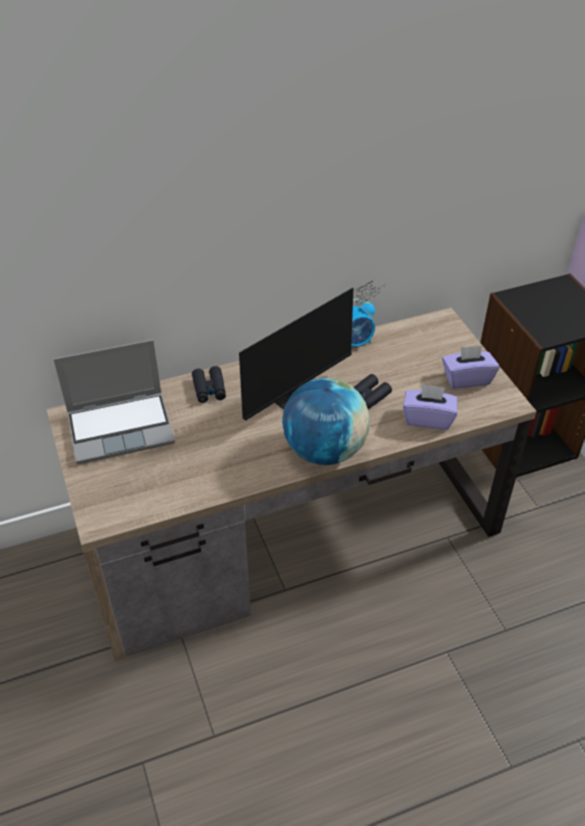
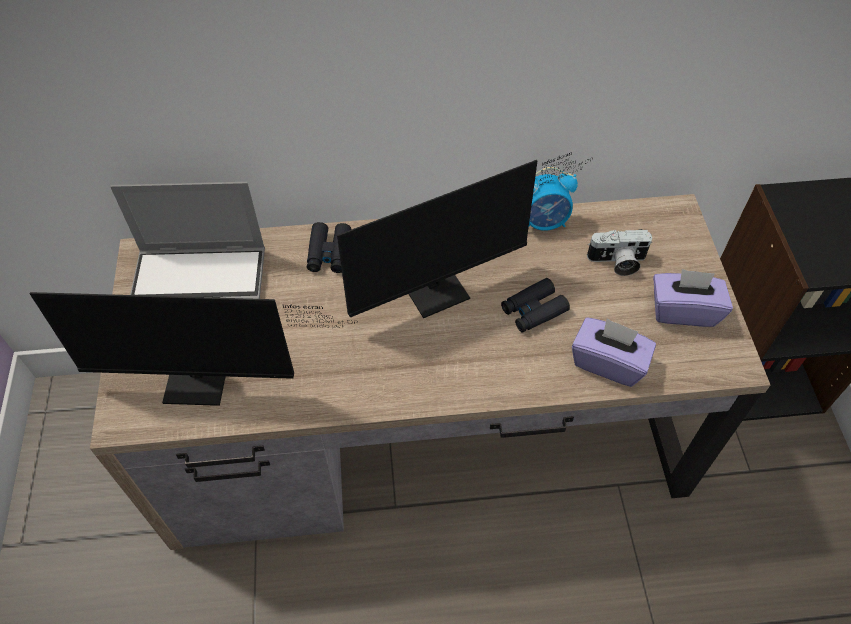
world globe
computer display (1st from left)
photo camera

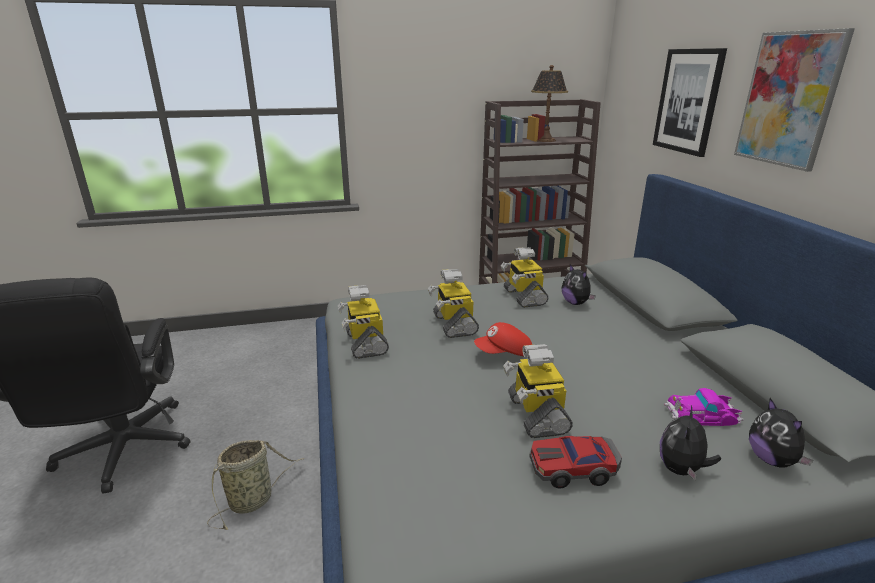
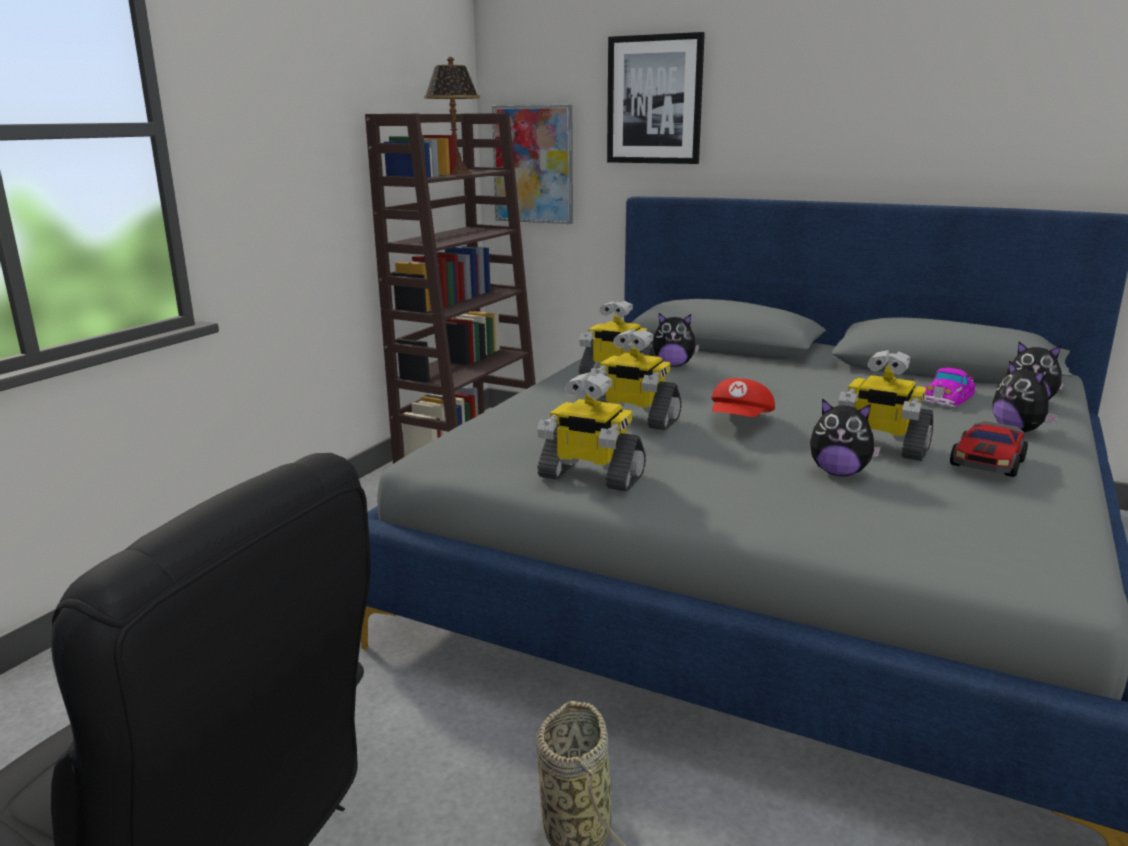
plush toy (2nd from left)
wall art (1st from left)

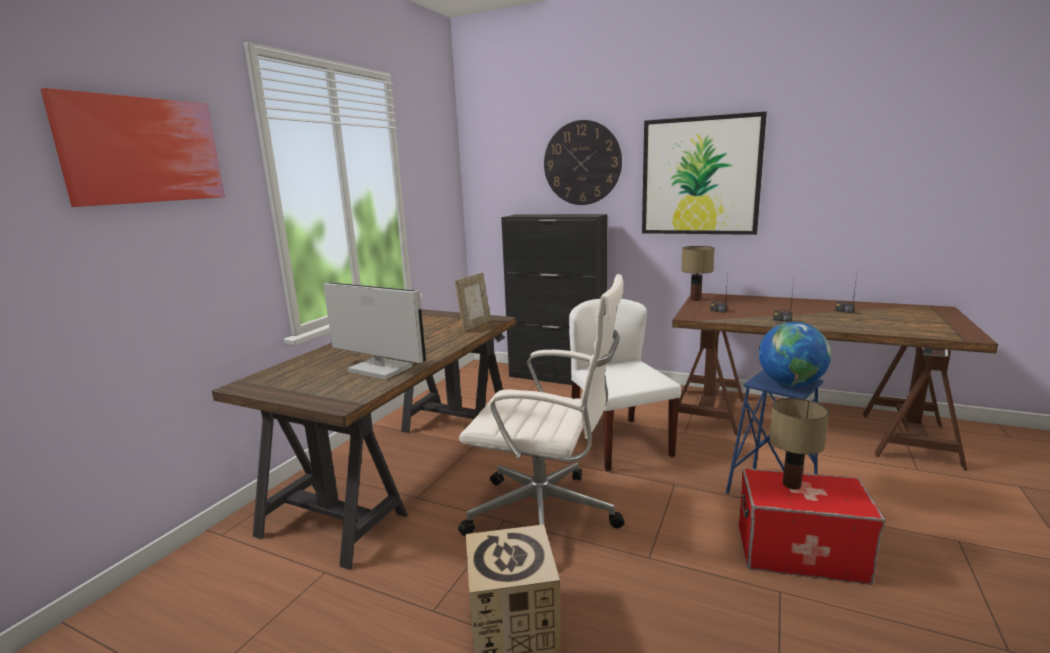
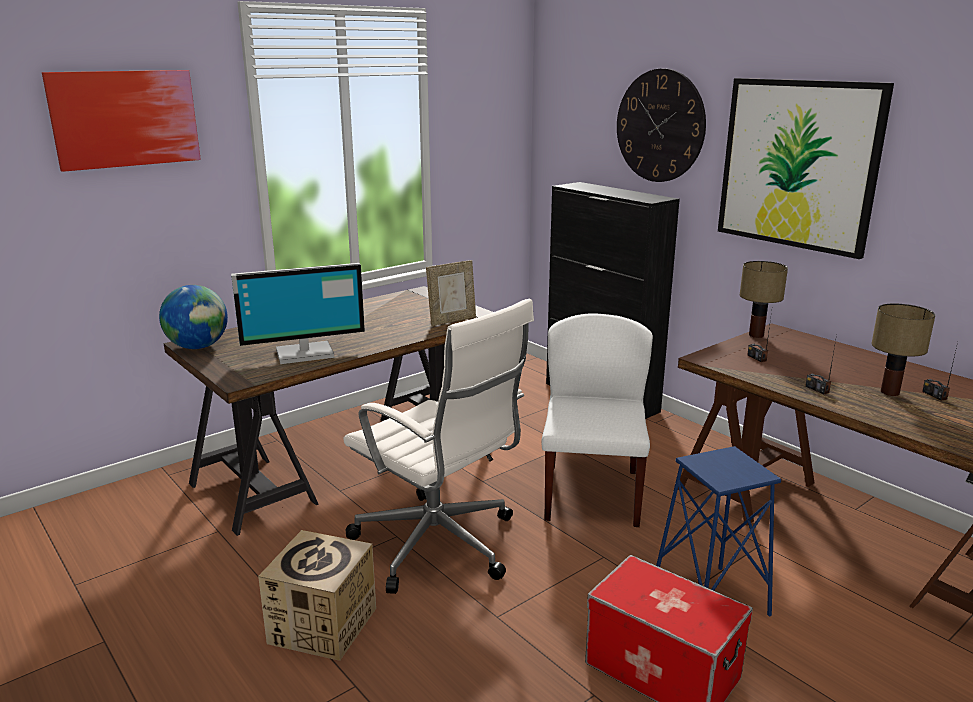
world globe
lamp for a table (2nd from left)
computer display

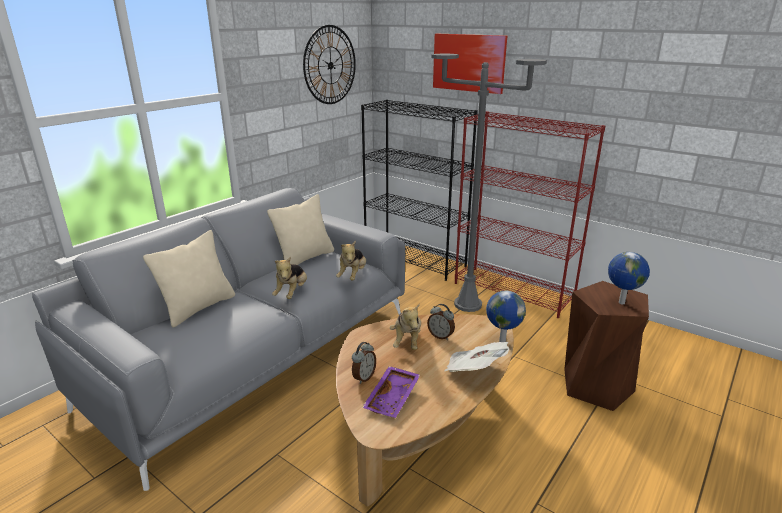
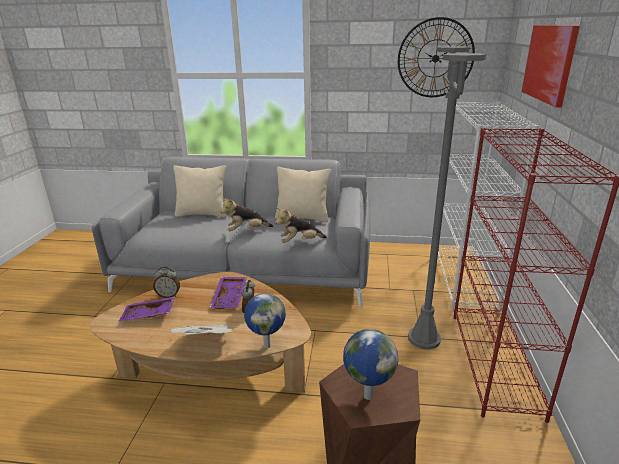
tray (purple-coloured) (2nd from left)
bookshelf (whitish)

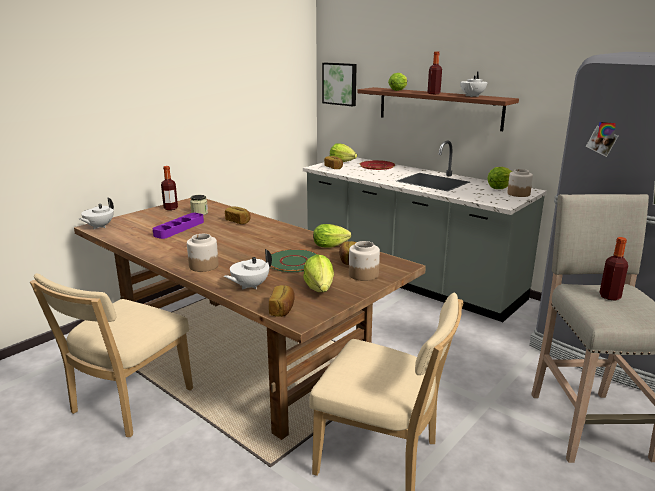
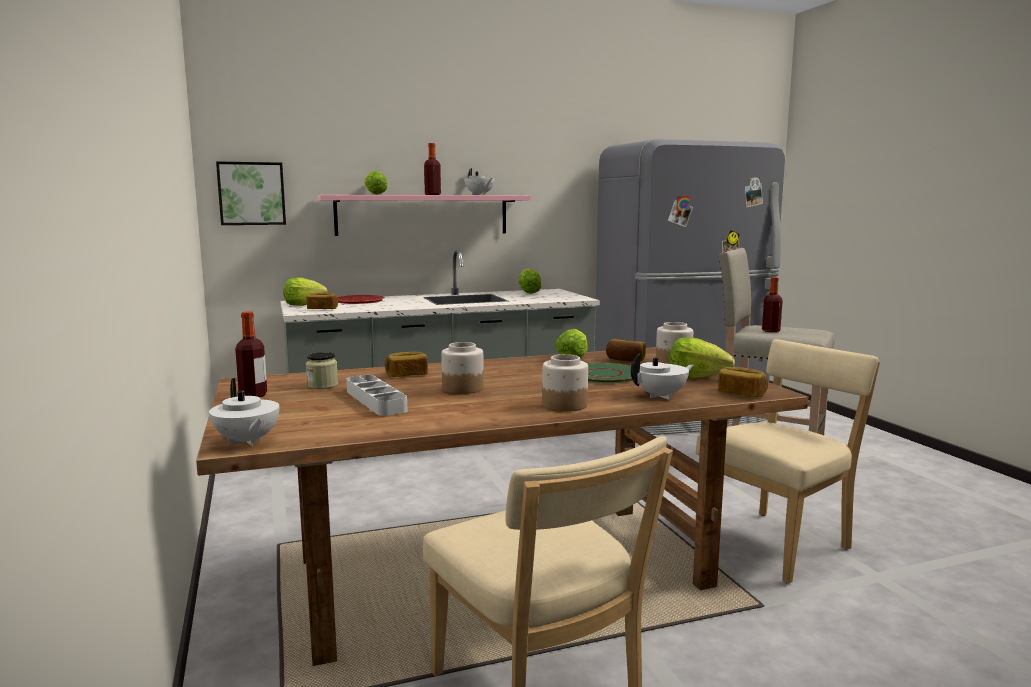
preserve jar (2nd from left)
tray (gray)
wall shelf (pink)
teapot (whitish) (3rd from left)

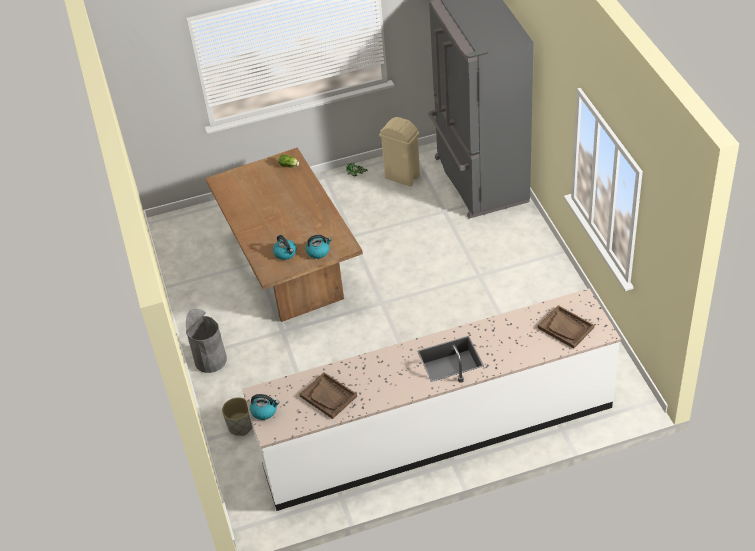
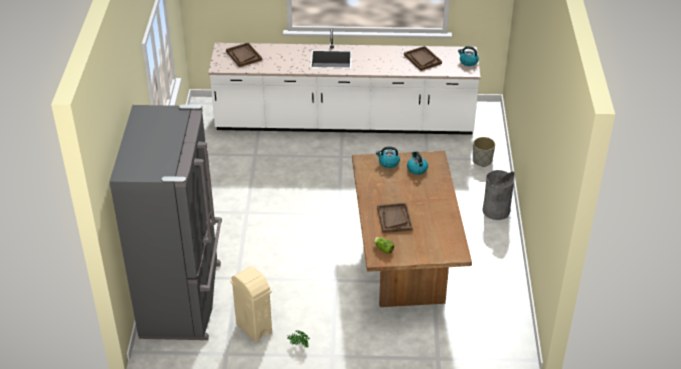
tray (brown-coloured) (2nd from left)

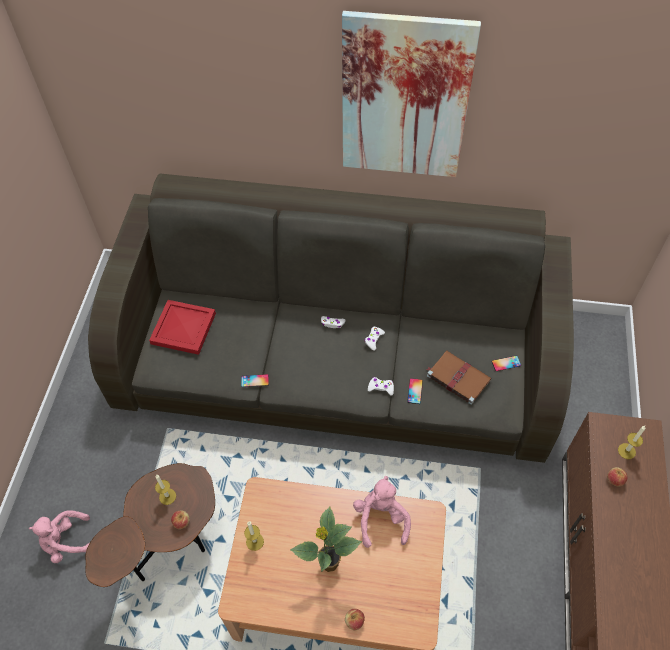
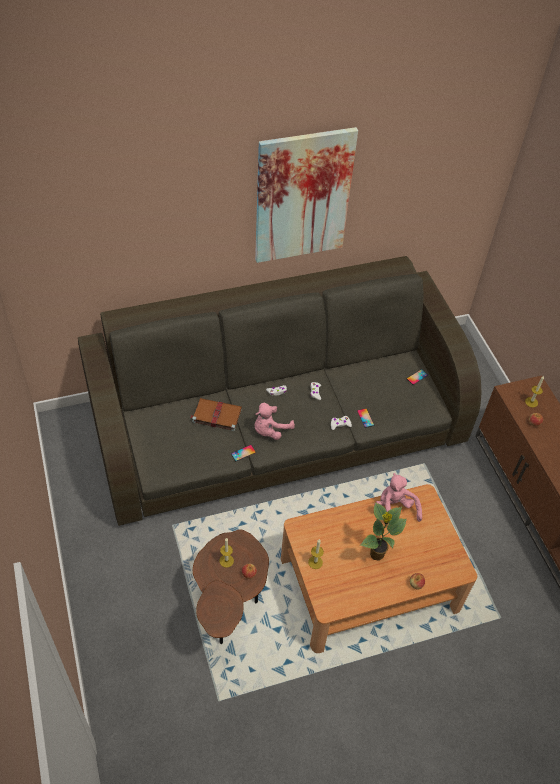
tray (red)
plush toy (pink) (1st from left)
bound book (brown-coloured)

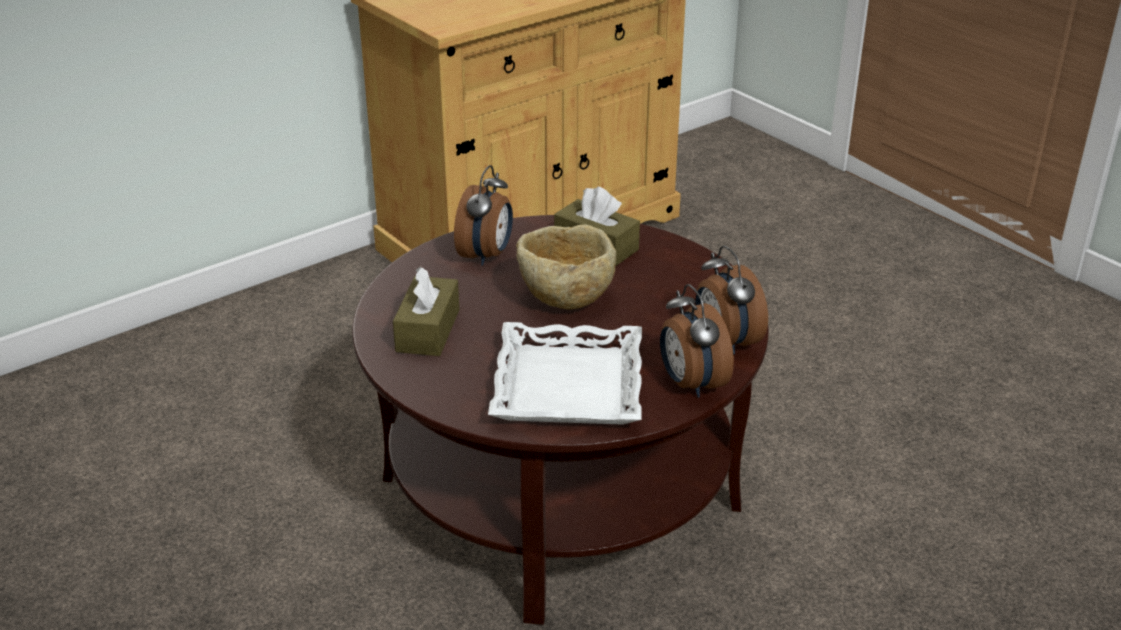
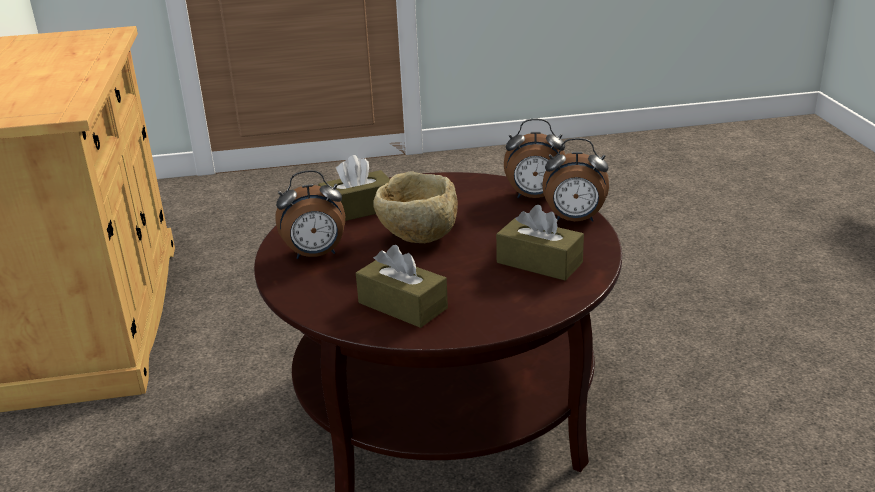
tissue holder (brown-coloured) (3rd from left)
bedside clock (1st from left)

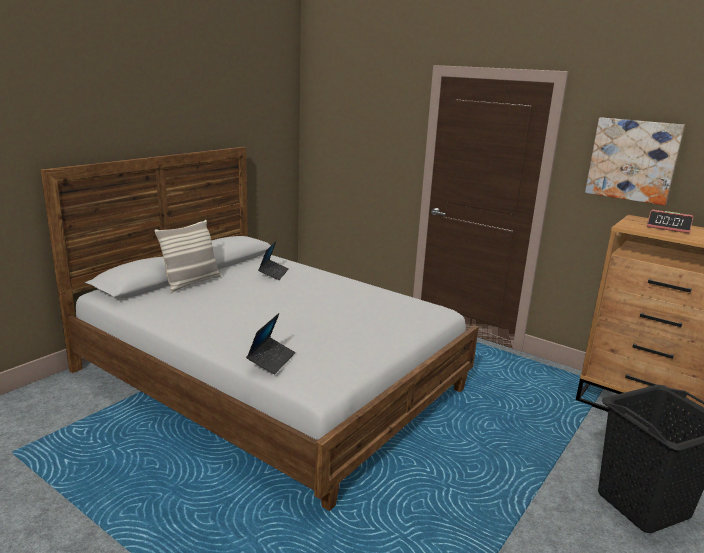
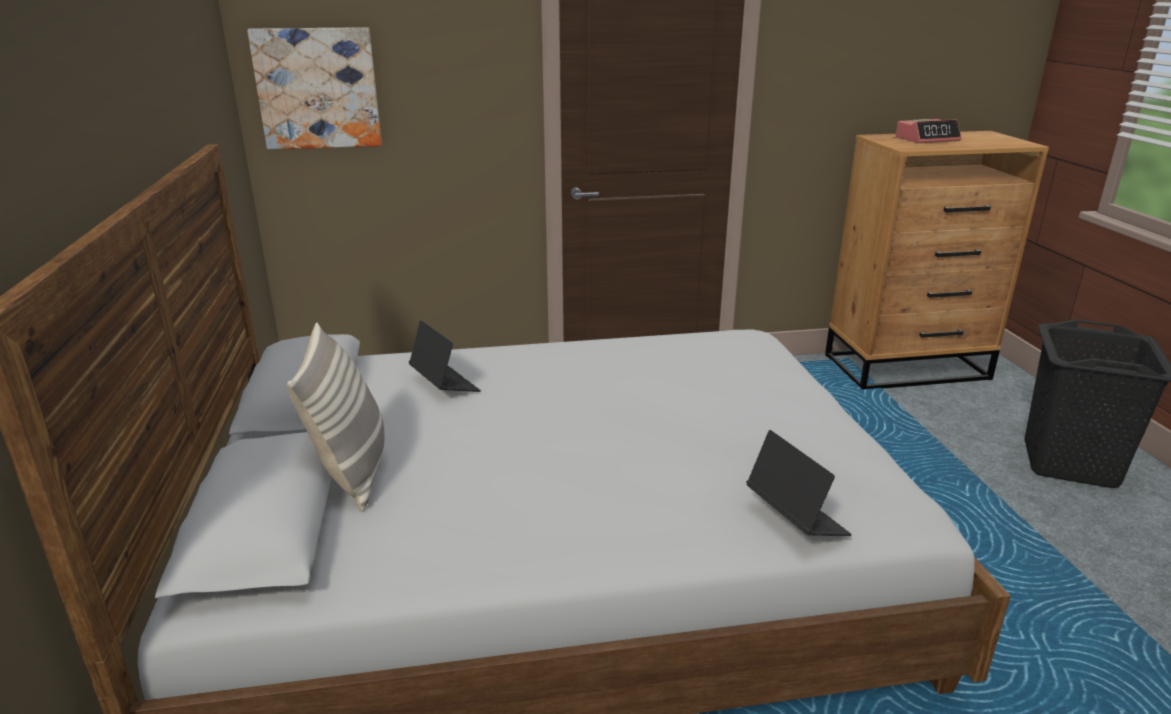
wall art

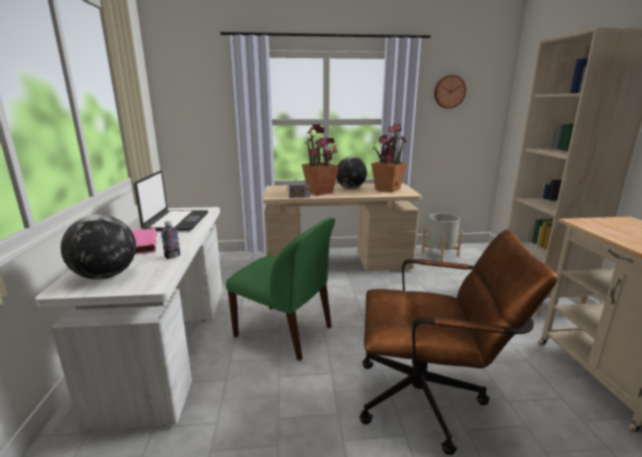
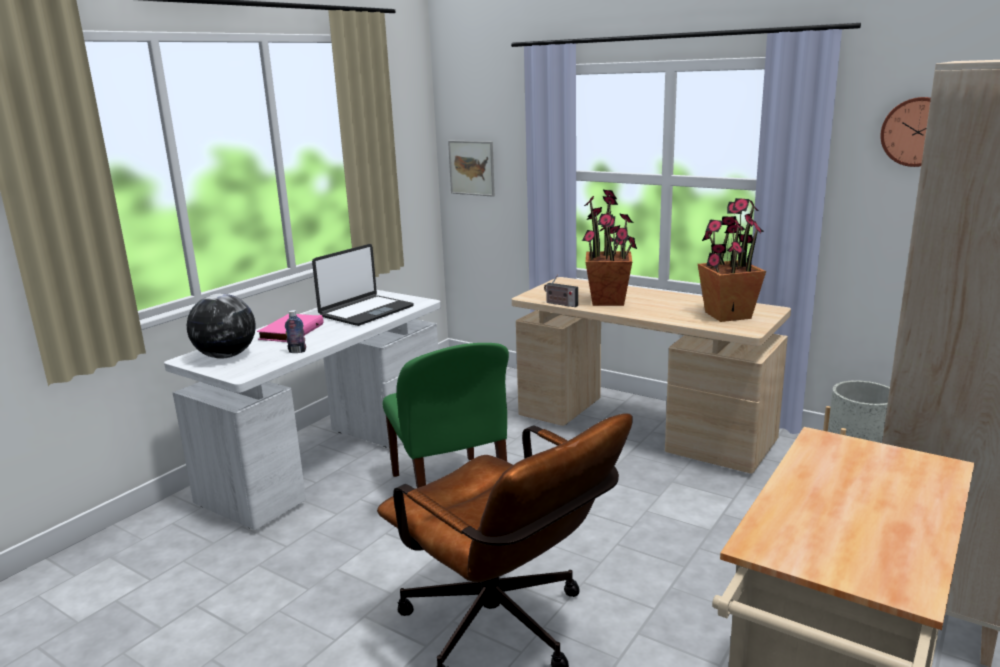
world globe (2nd from left in the first image)
wall art

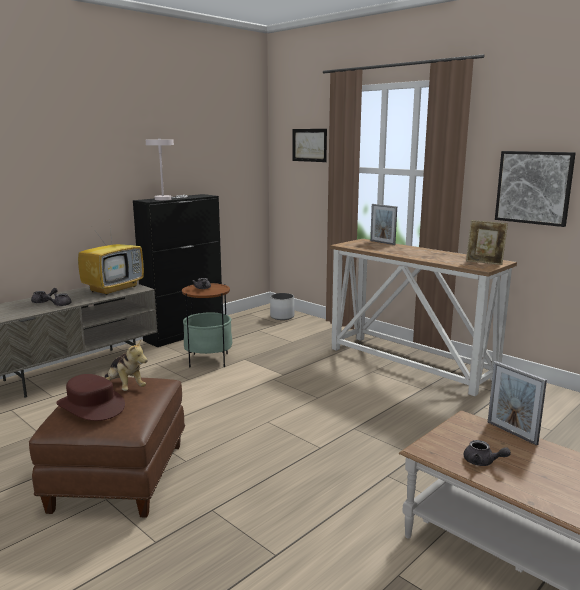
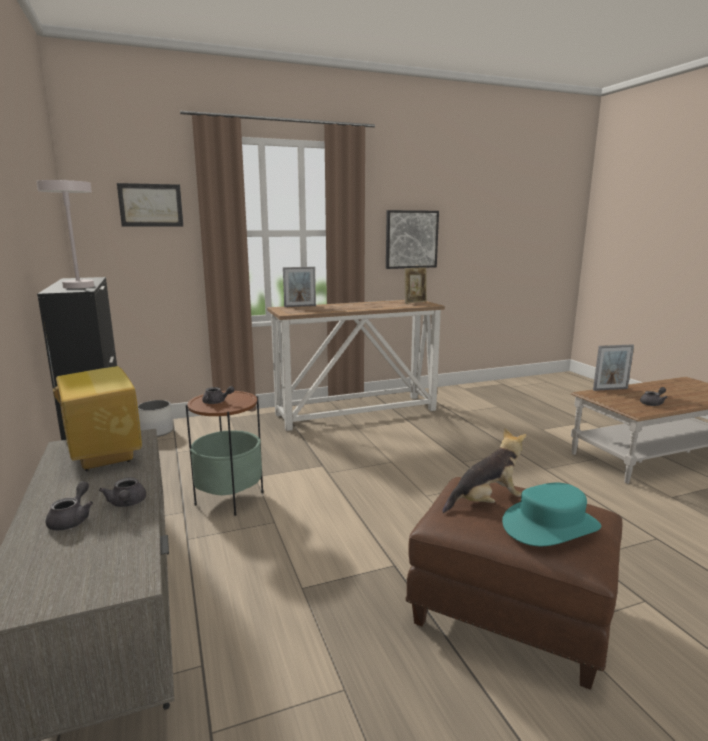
hat (blue-green)

